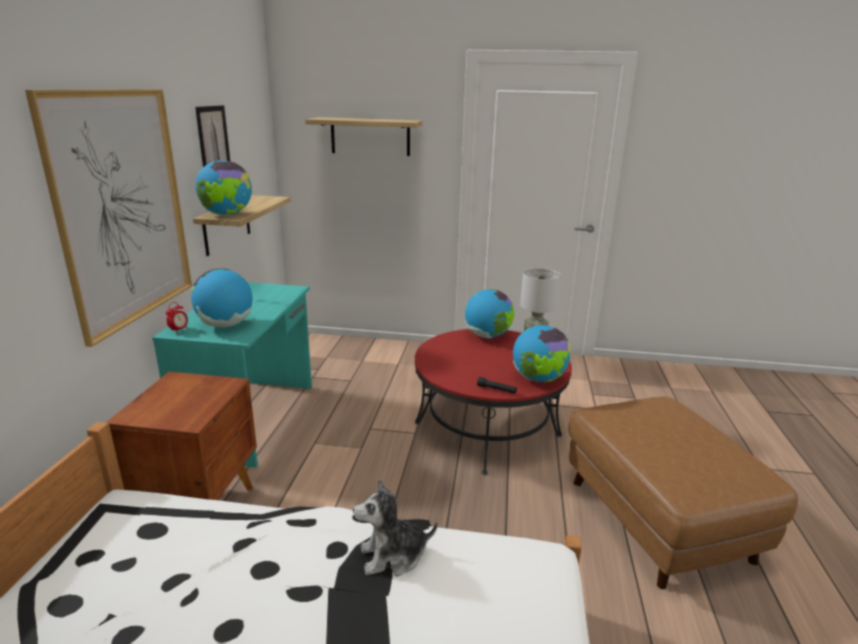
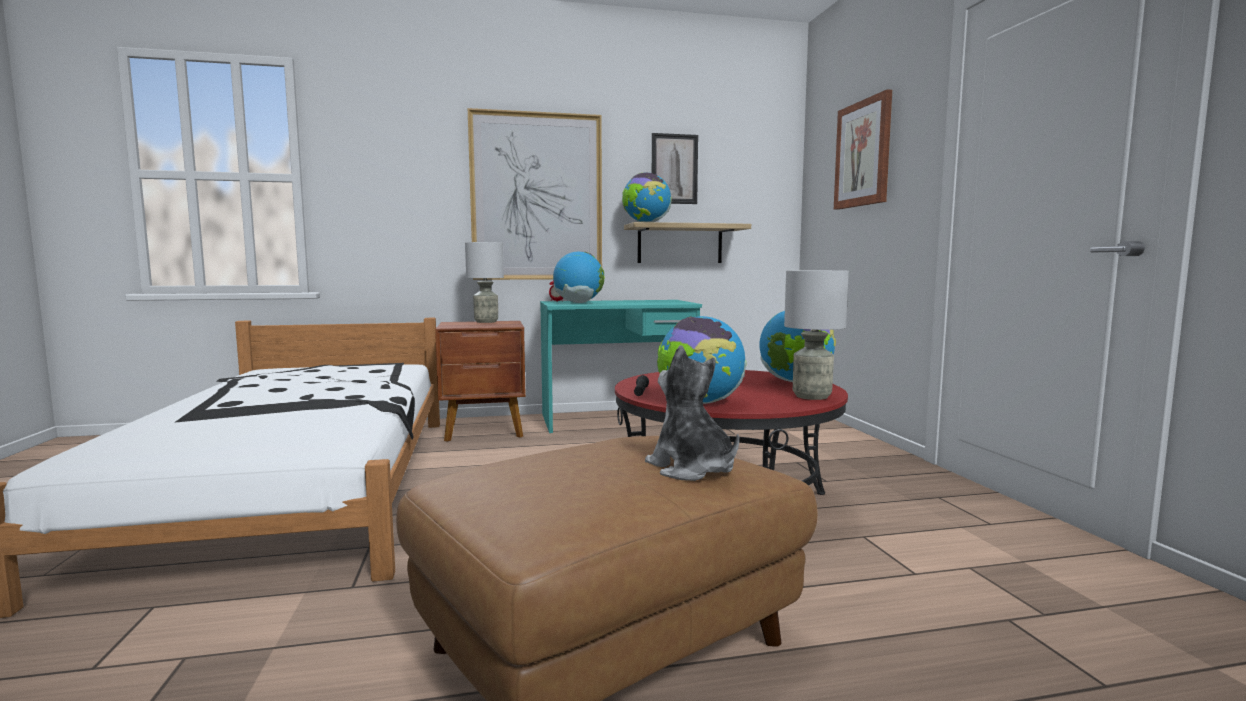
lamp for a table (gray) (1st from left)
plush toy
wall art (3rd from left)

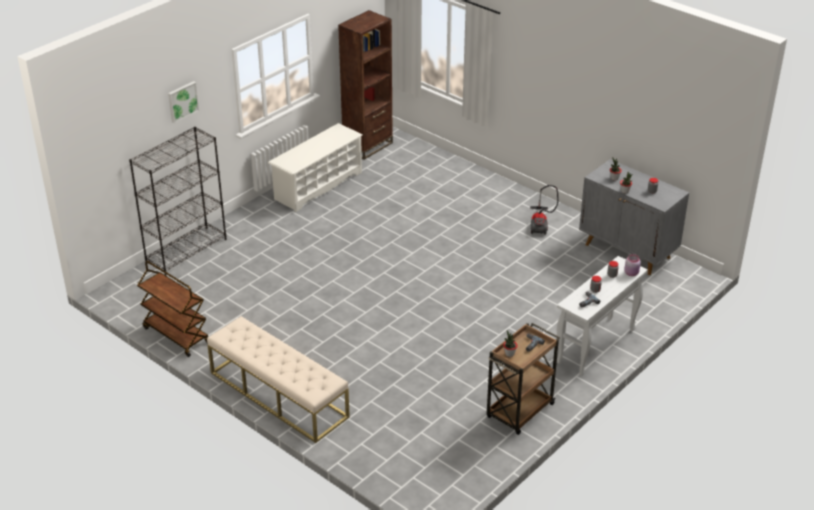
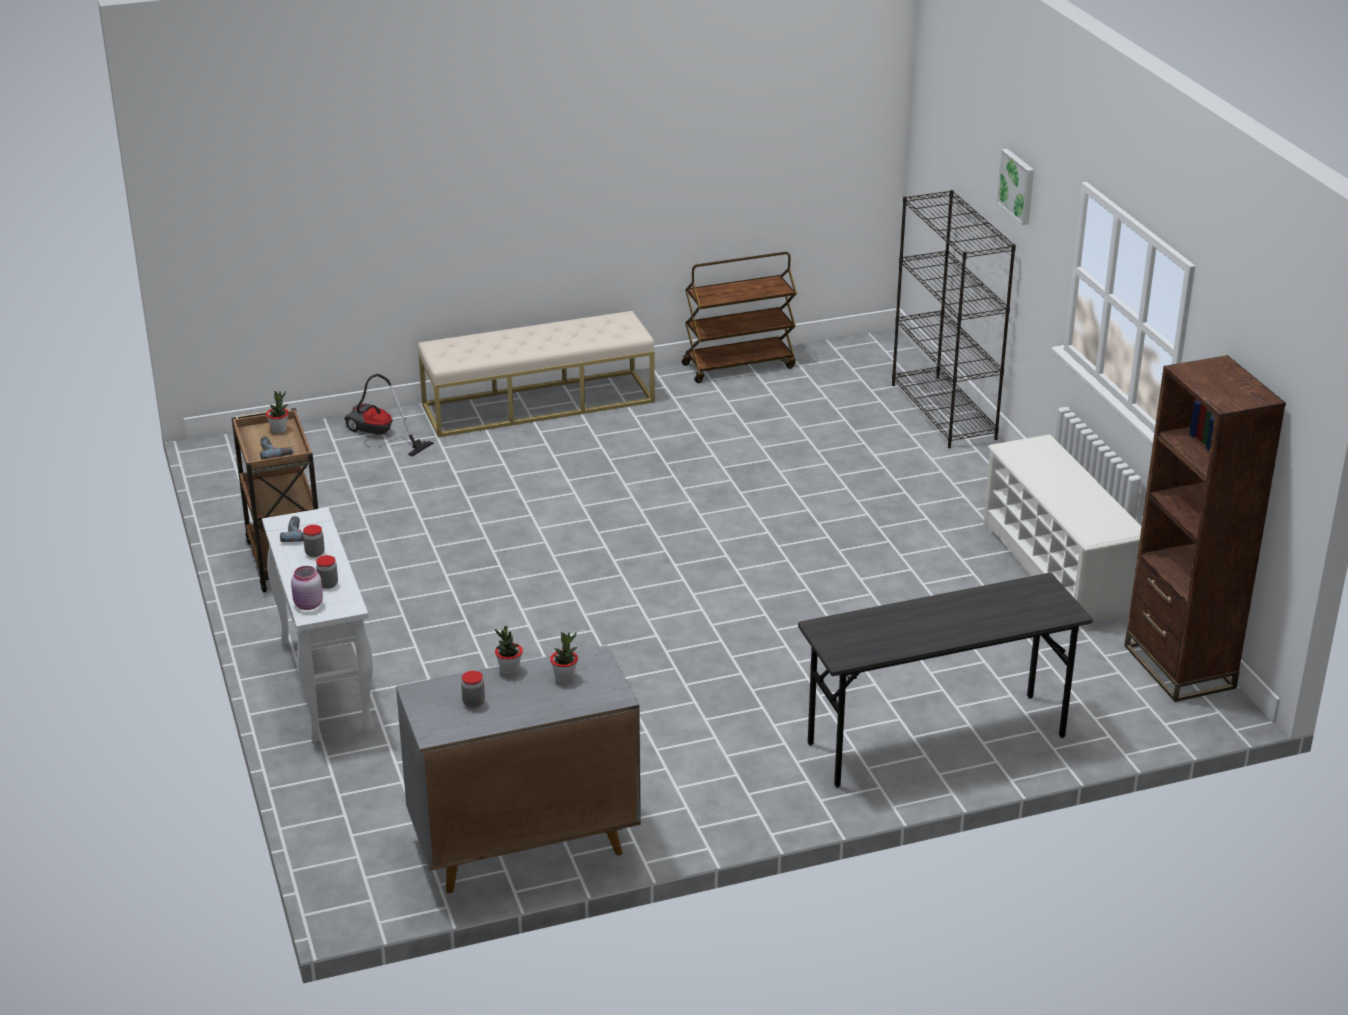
desk table (gray)
hoover

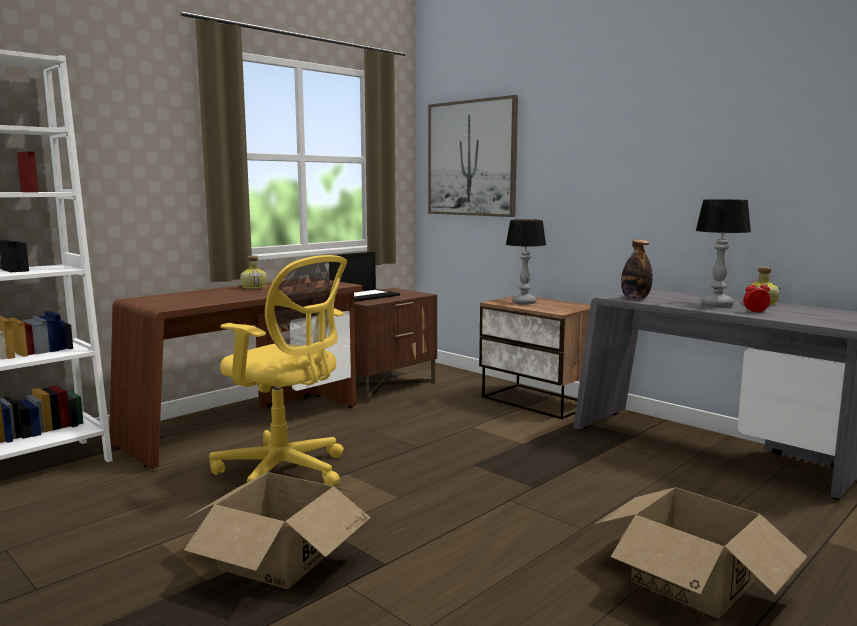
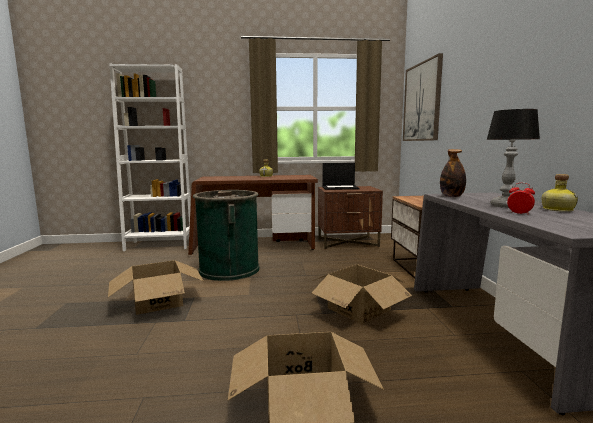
lamp for a table (1st from left in the first image)
packing box (3rd from left)
waste bin (greenish)

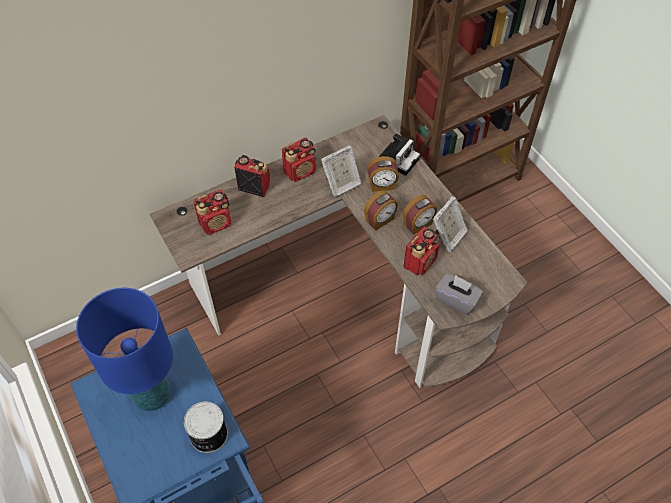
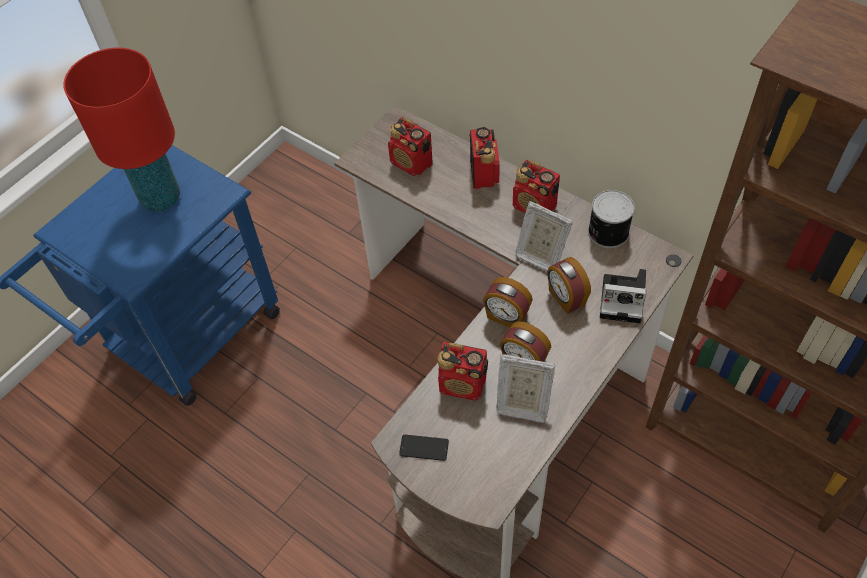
can
handset
lamp for a table (red)

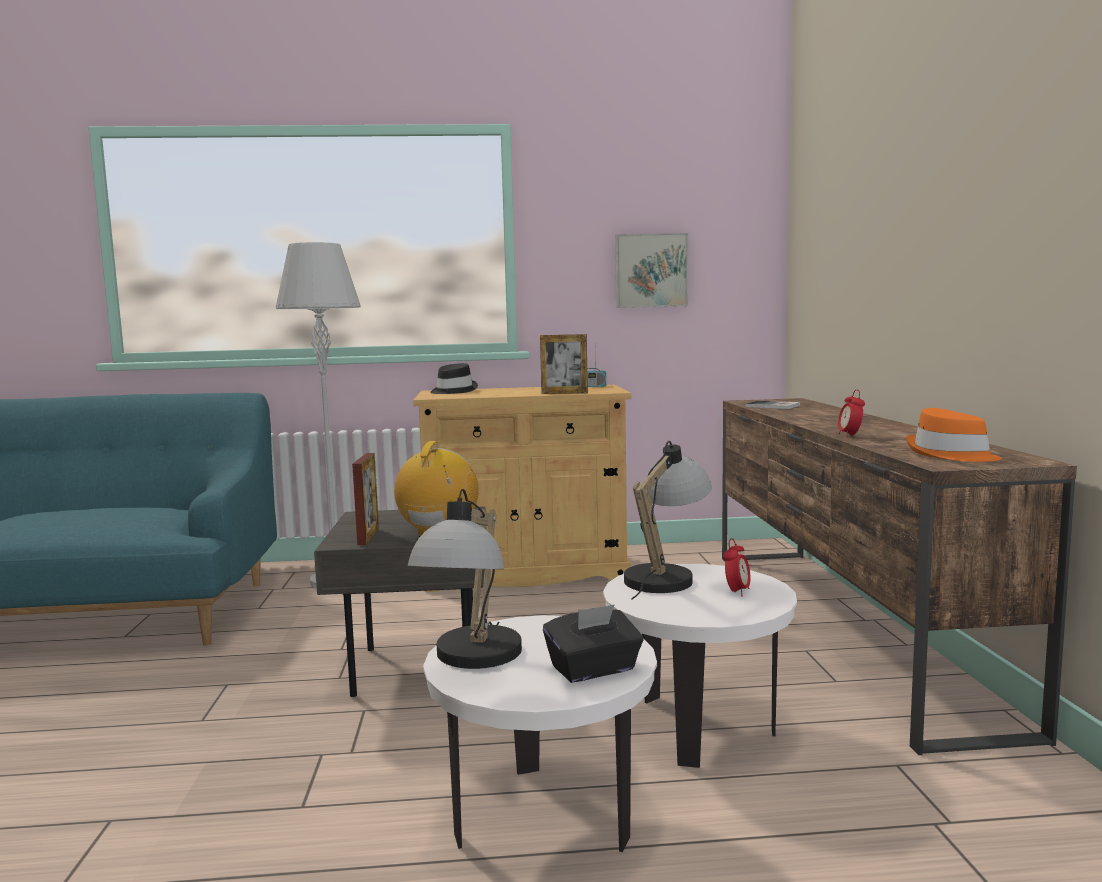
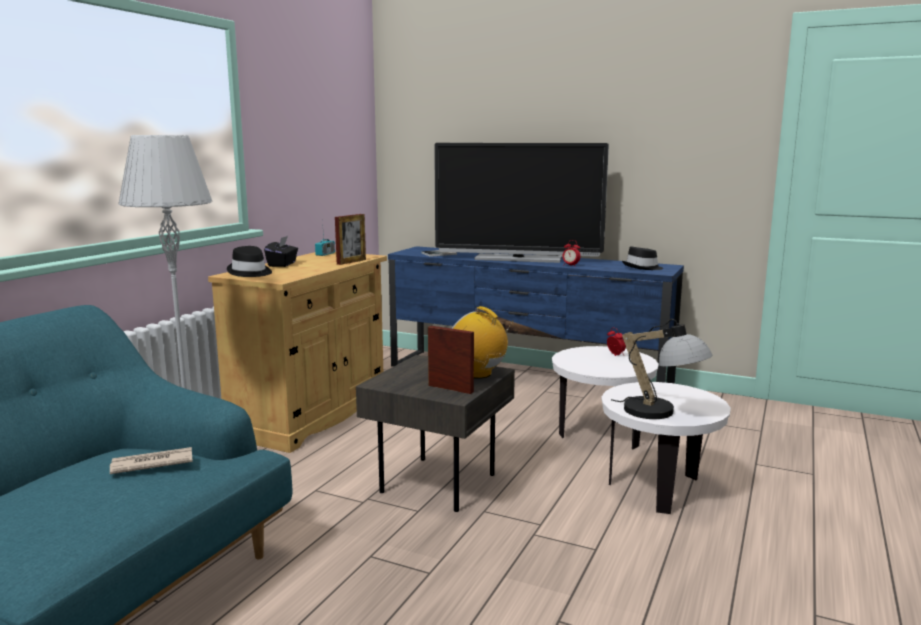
wall art
lamp for a table (2nd from left in the first image)
printed paper
TV
tissue holder (blackish)
tv unit (bluish)
hat (blackish) (2nd from left)

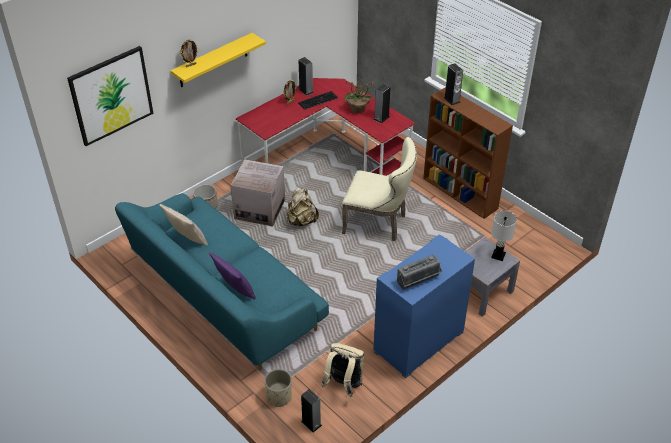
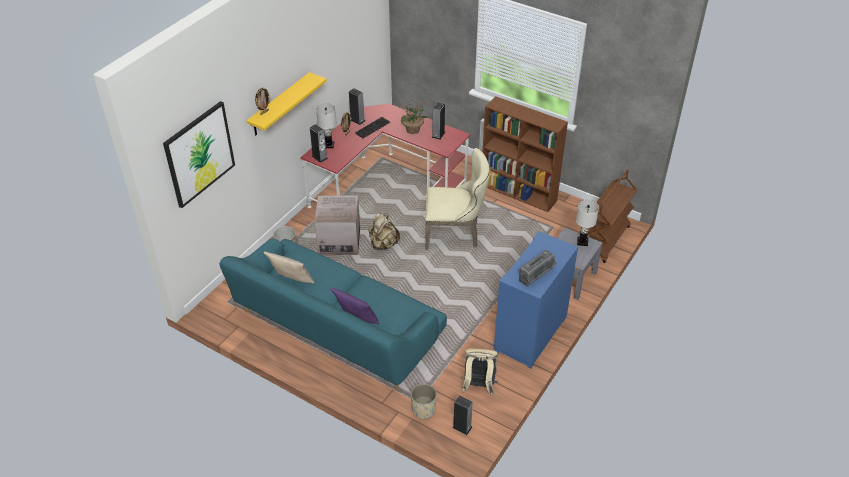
lamp for a table (whitish) (1st from left)
cart (brown-coloured)
audio speaker (1st from left)

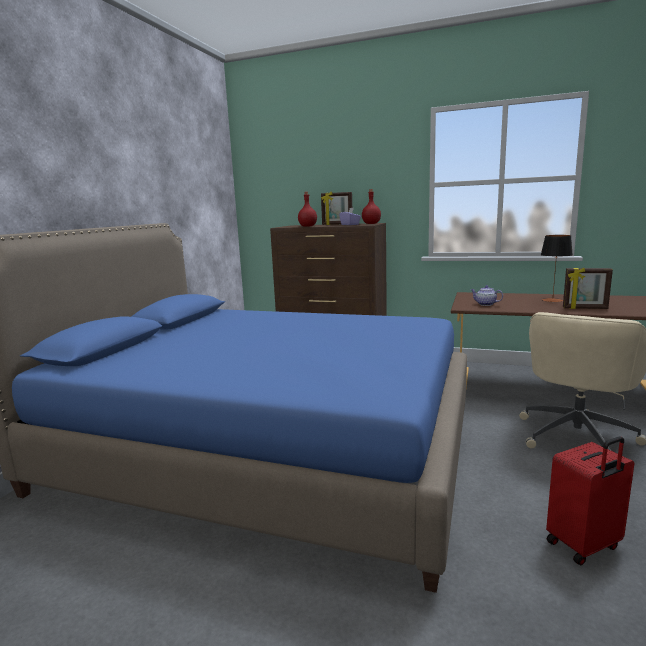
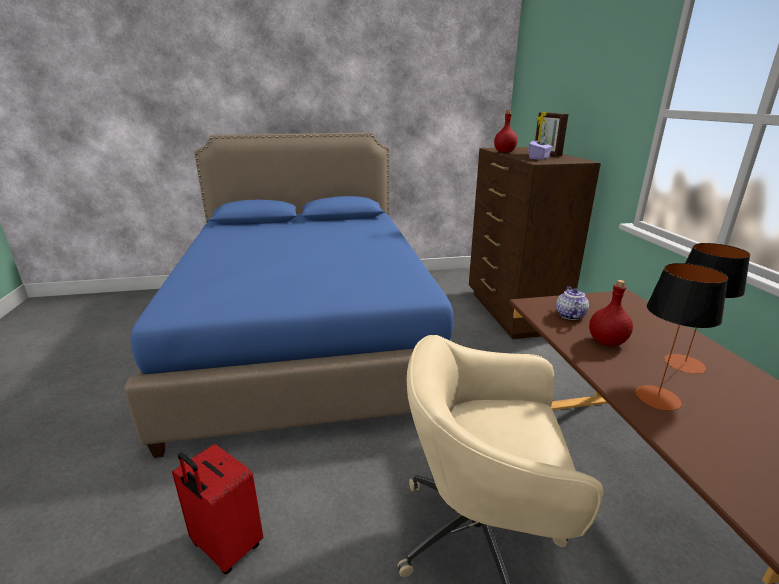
bottle (red) (2nd from left)
lamp for a table (1st from left)

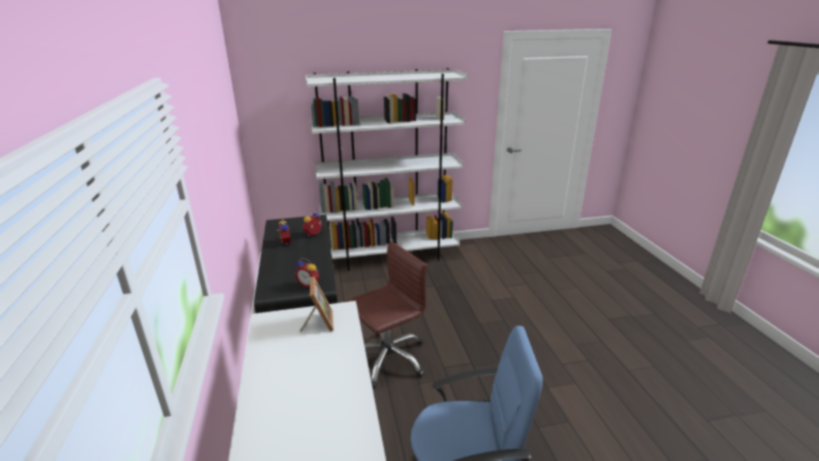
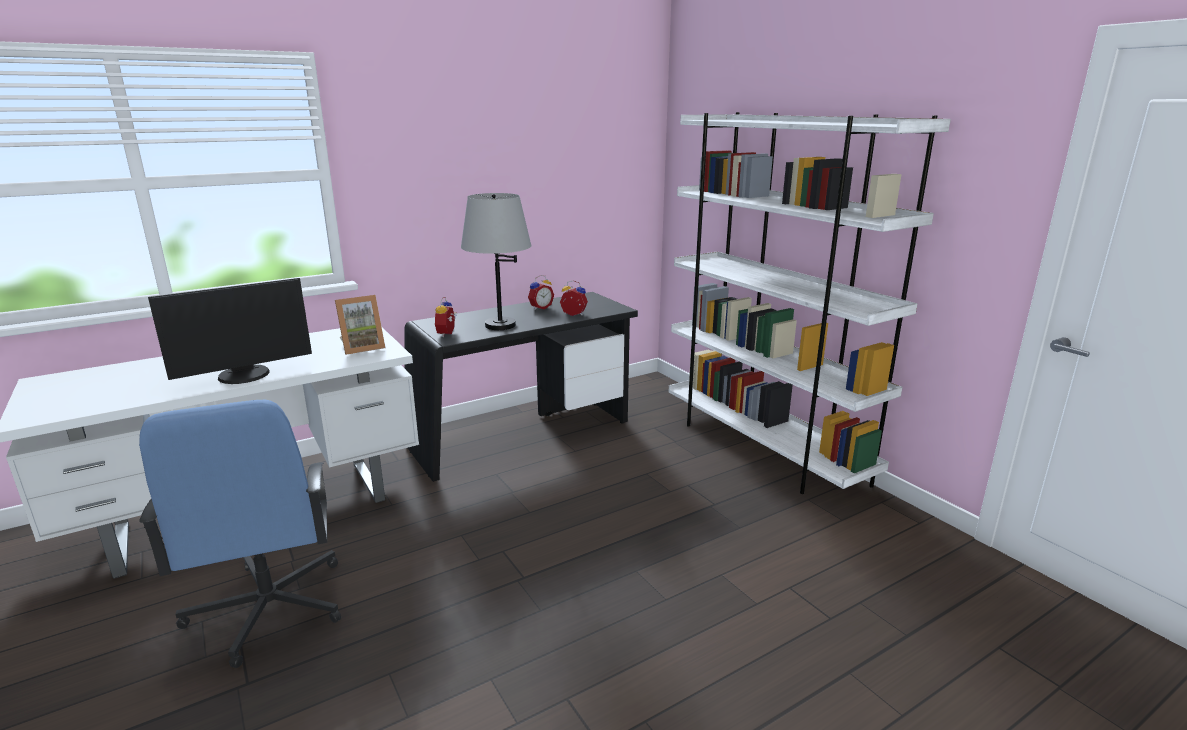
computer chair (brown-coloured)
computer display
lamp for a table (gray)

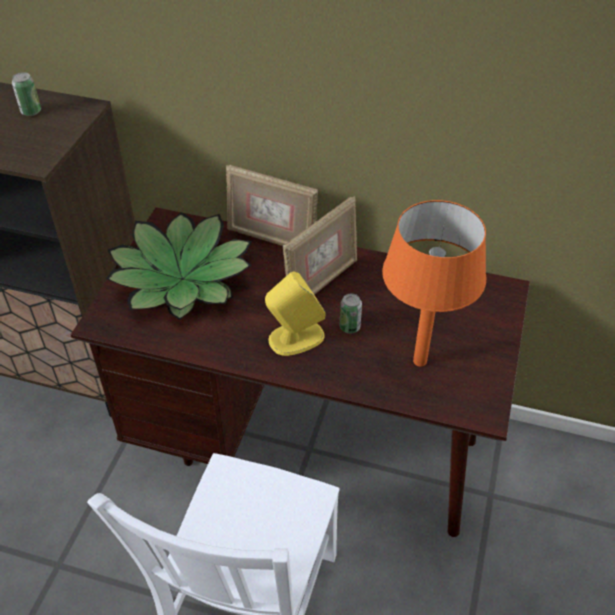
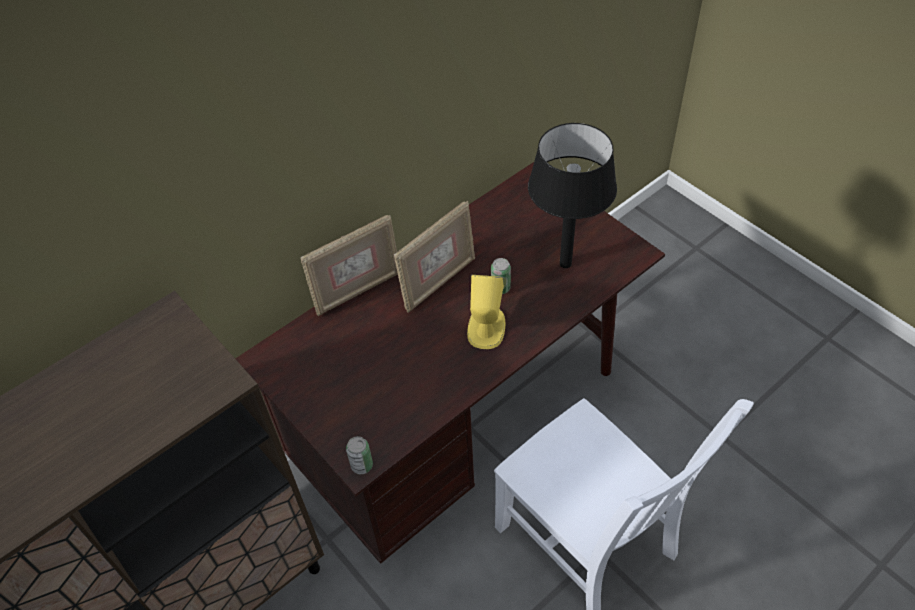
potted plant
can (1st from left)
lamp for a table (blackish)
photo frame (2nd from left)

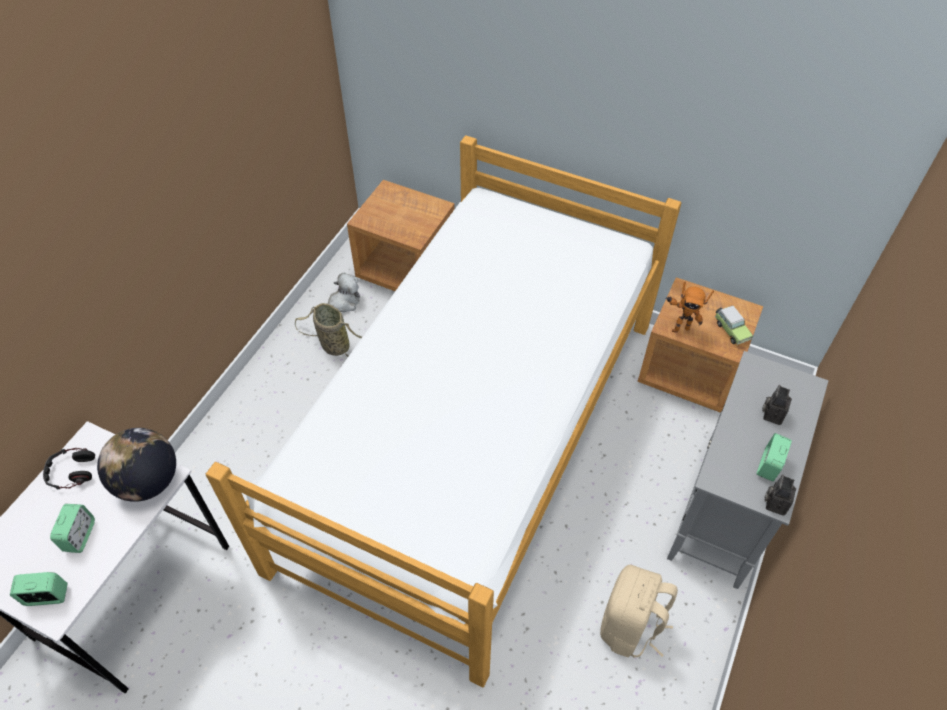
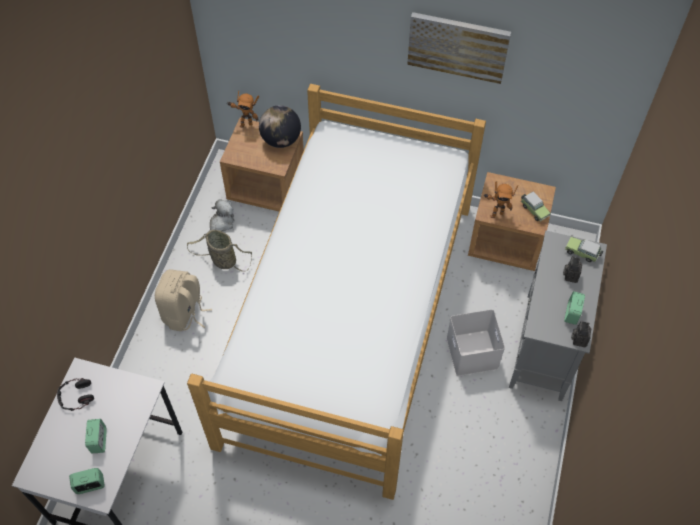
toy robot (1st from left)
wall art
storage box (whitish)
toy car (2nd from left)
world globe
rucksack (beige-coloured)

